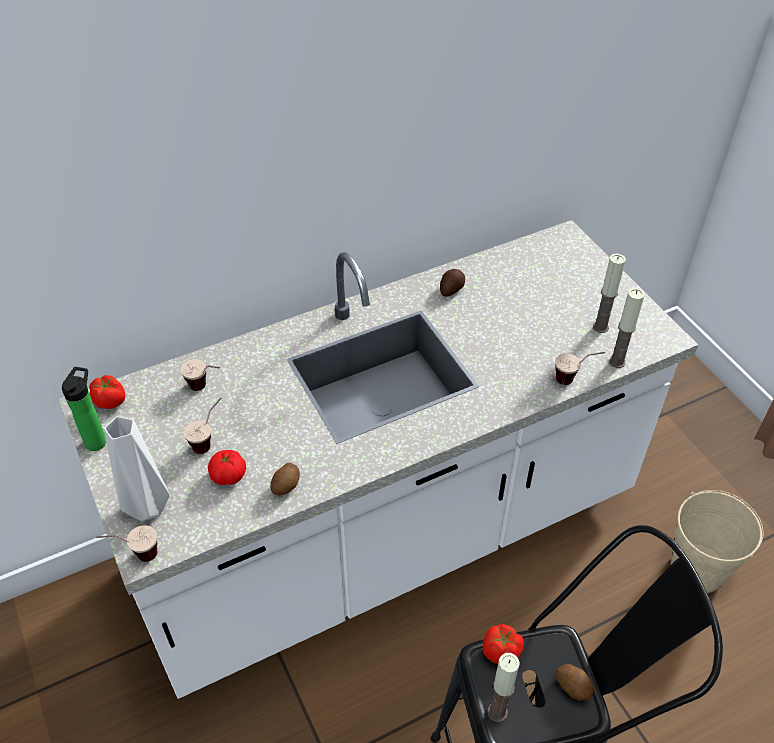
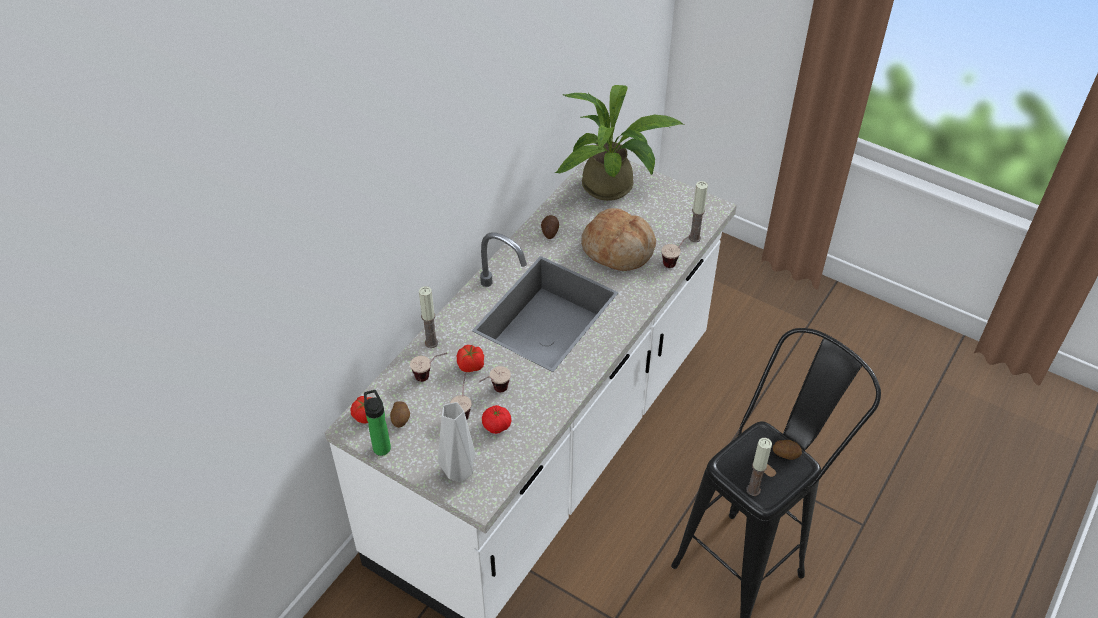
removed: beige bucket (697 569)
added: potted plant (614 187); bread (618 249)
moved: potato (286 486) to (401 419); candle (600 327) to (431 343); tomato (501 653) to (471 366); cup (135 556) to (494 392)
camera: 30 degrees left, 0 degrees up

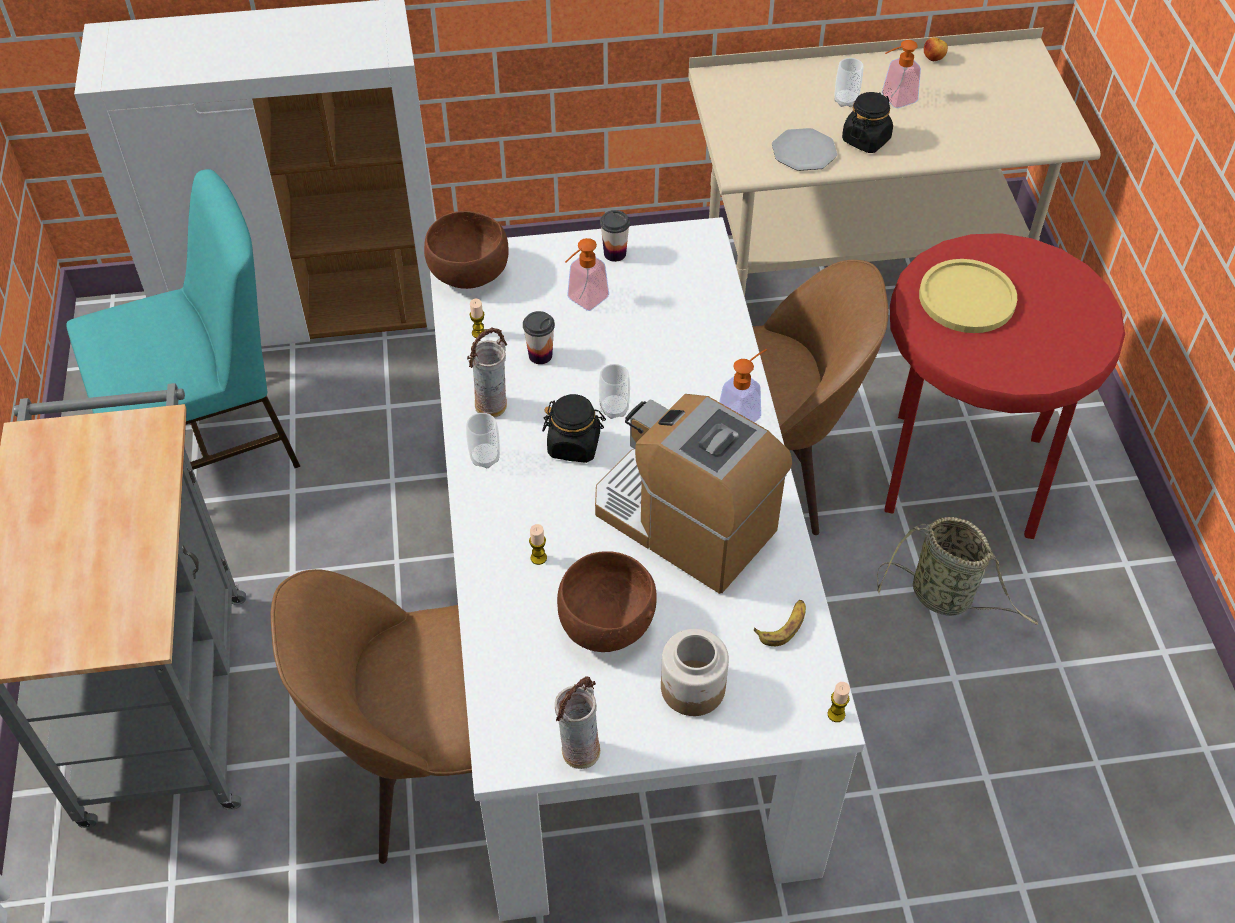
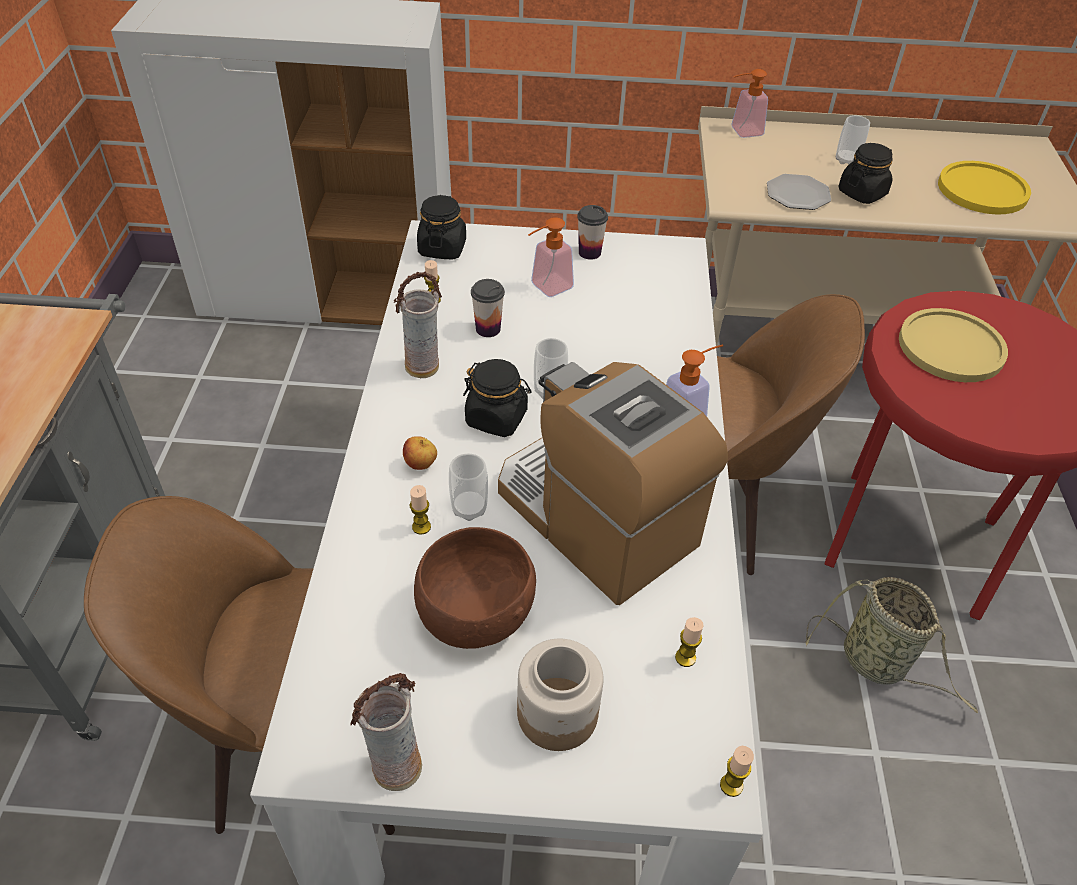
removed: turquoise chair (208 442)
added: yellow plate (982 190)
moved: apple (934 59) to (421 465); cup (485 458) to (469 508); soap dispenser (893 100) to (741 132)
replaced: brown bowl (469 273) to black jar (442 248); banana (783 625) to candle (685 657)
camera: 10 degrees right, 5 degrees down

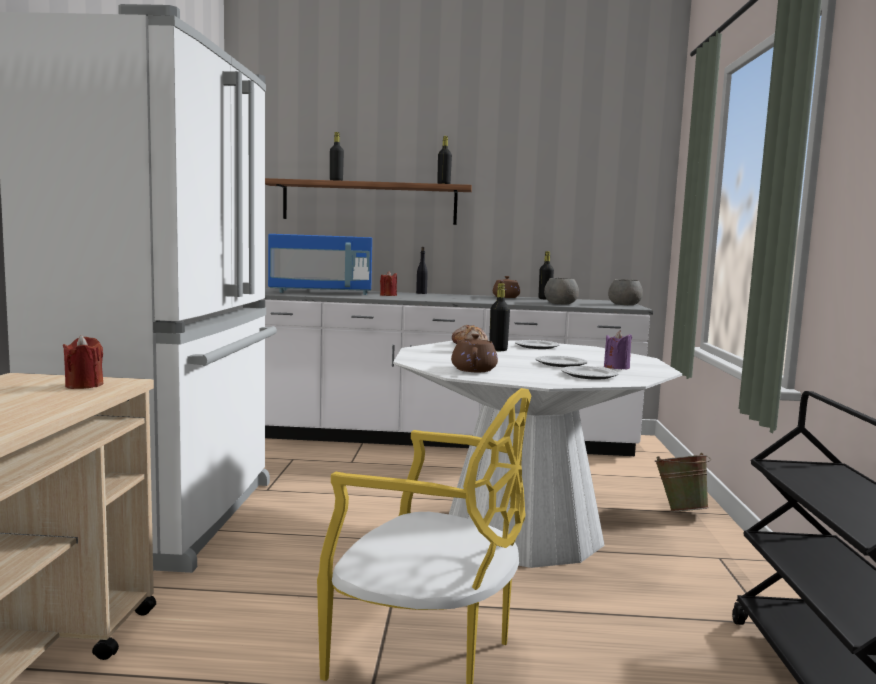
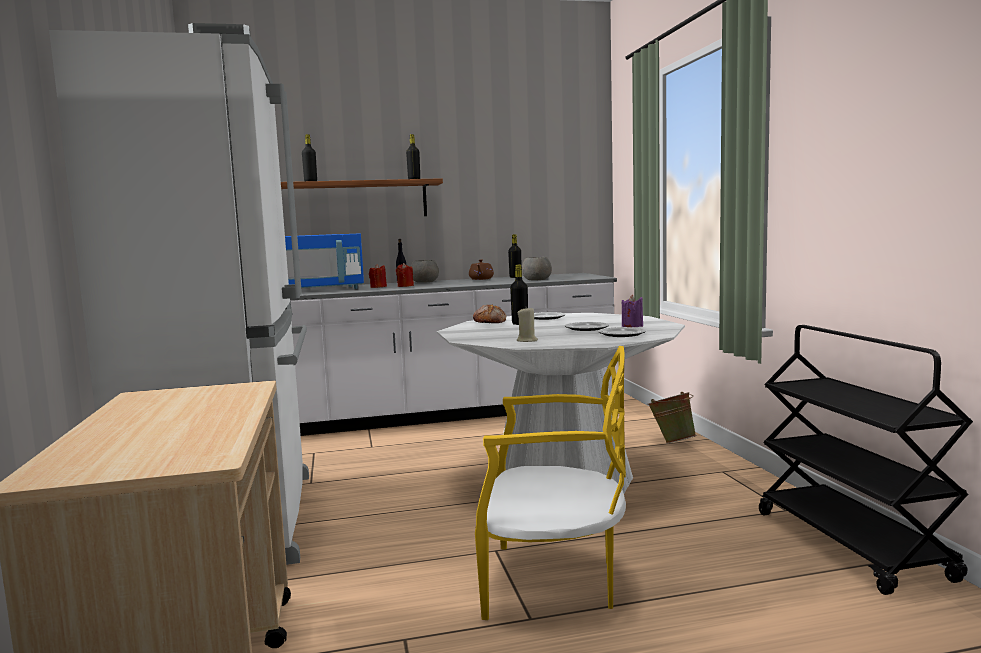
moved: red candle (84 385) to (405 286); grey bowl (624 304) to (425 282)
replaced: brown teapot (474 369) to beige candle (527 340)
camera: 15 degrees left, 0 degrees up

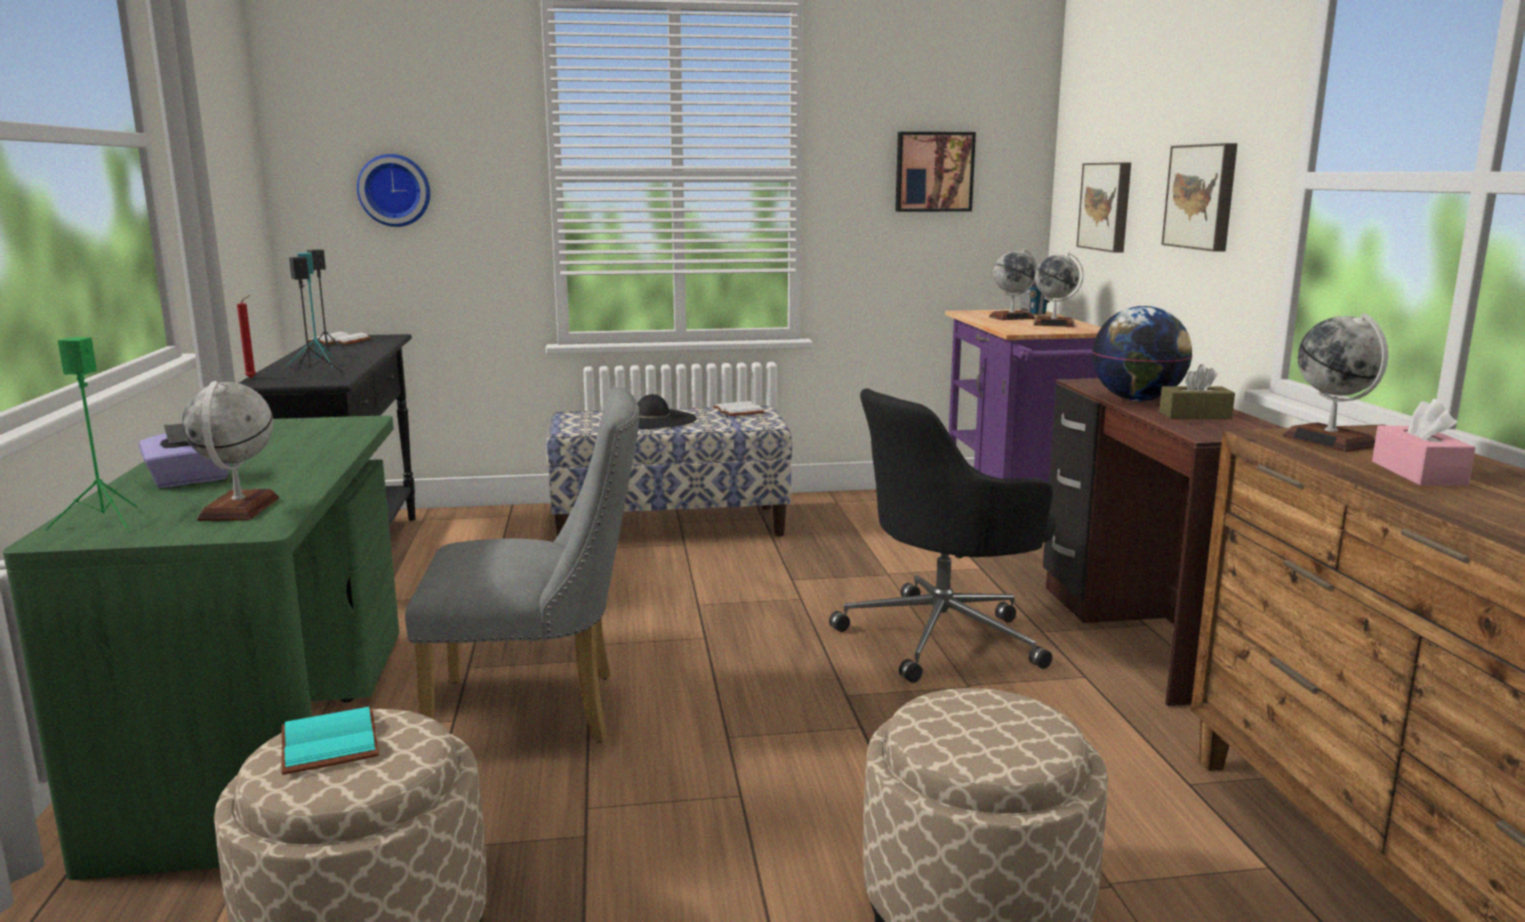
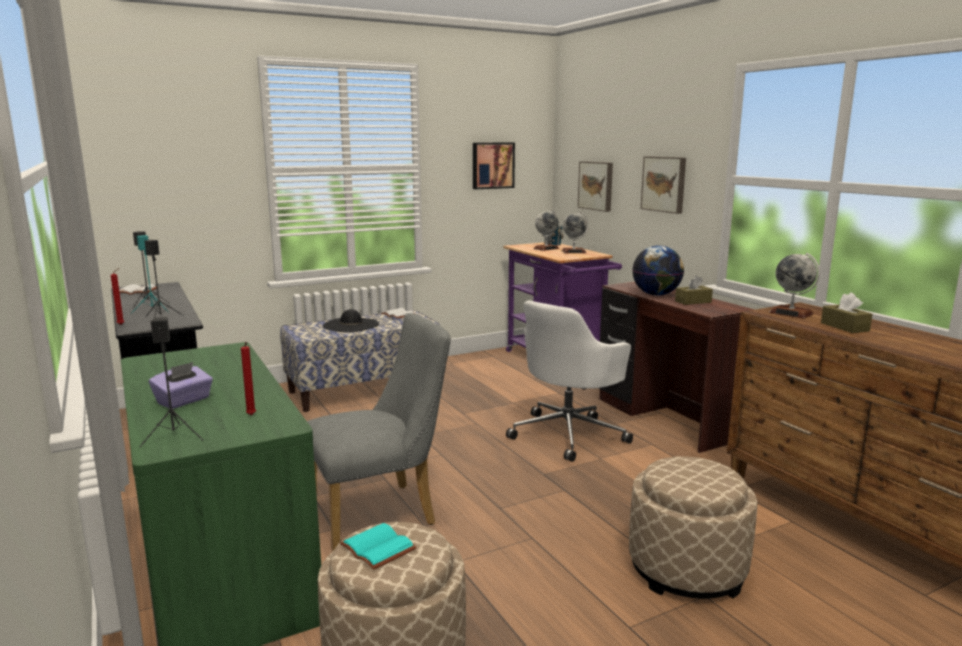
removed: wall clock (395 190)
replaced: globe (239 509) to red candle (251 416)
recoloured: green speaker (106 522) to black speaker (175 436); black office chair (944 637) to white office chair (569 434); pink tissue box (1418 473) to brown tissue box (844 327)
camera: 20 degrees left, 0 degrees up

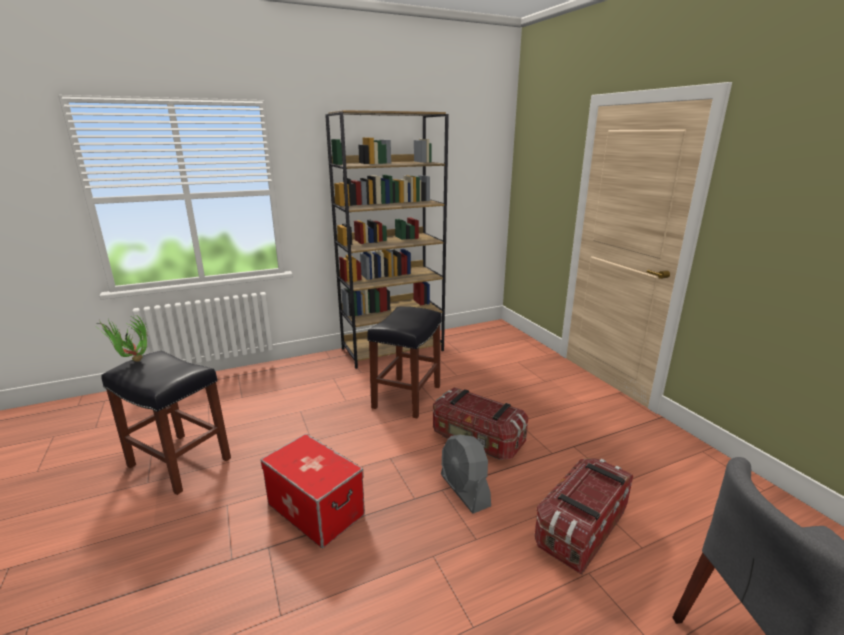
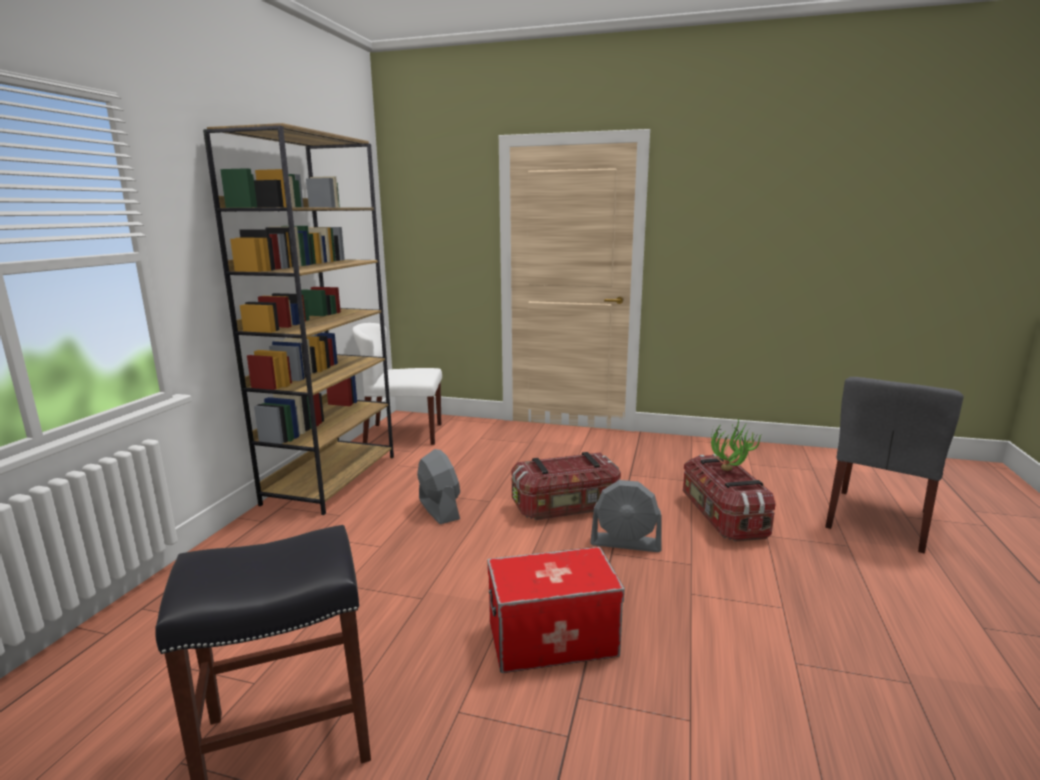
added: white chair (403 434)
moved: potted plant (133 363) to (731 473)
replaced: black stool (407 396) to grey fan (438 509)
camera: 50 degrees left, 5 degrees down

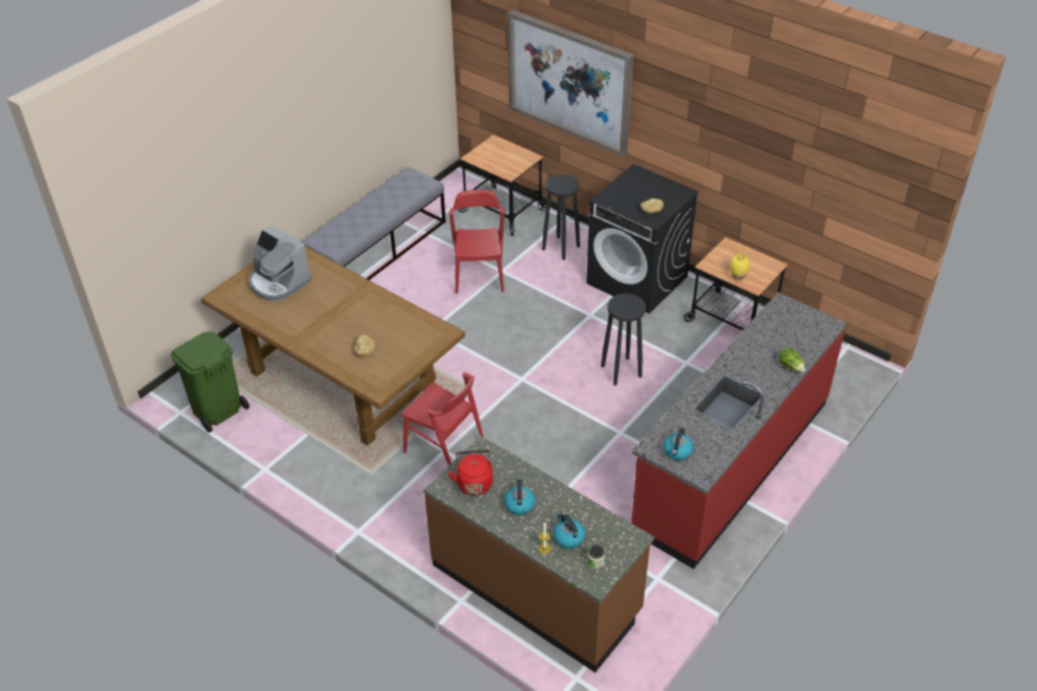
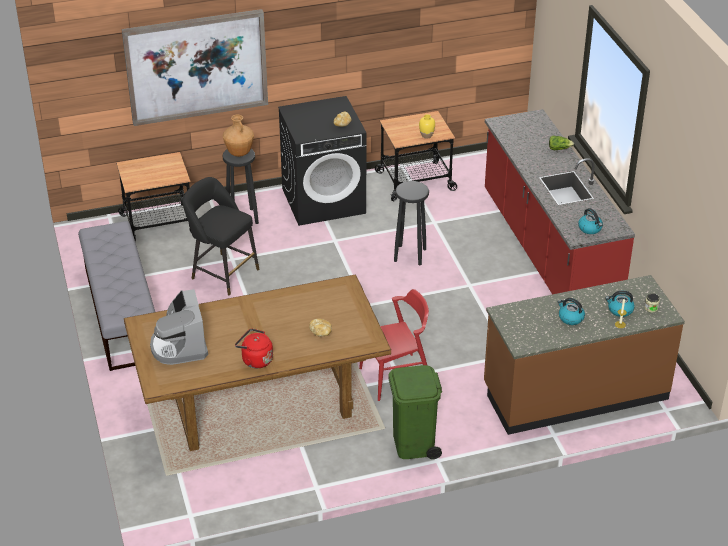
added: brown vase (239 153)
moved: red kettle (474 482) to (255 360); green trash can (217 411) to (414 444)
replaced: red chair (479 275) to black stool (222 272)
turned: coffee machine (278 282) = (179 346) 90 degrees clockwise
camera: 55 degrees left, 5 degrees down

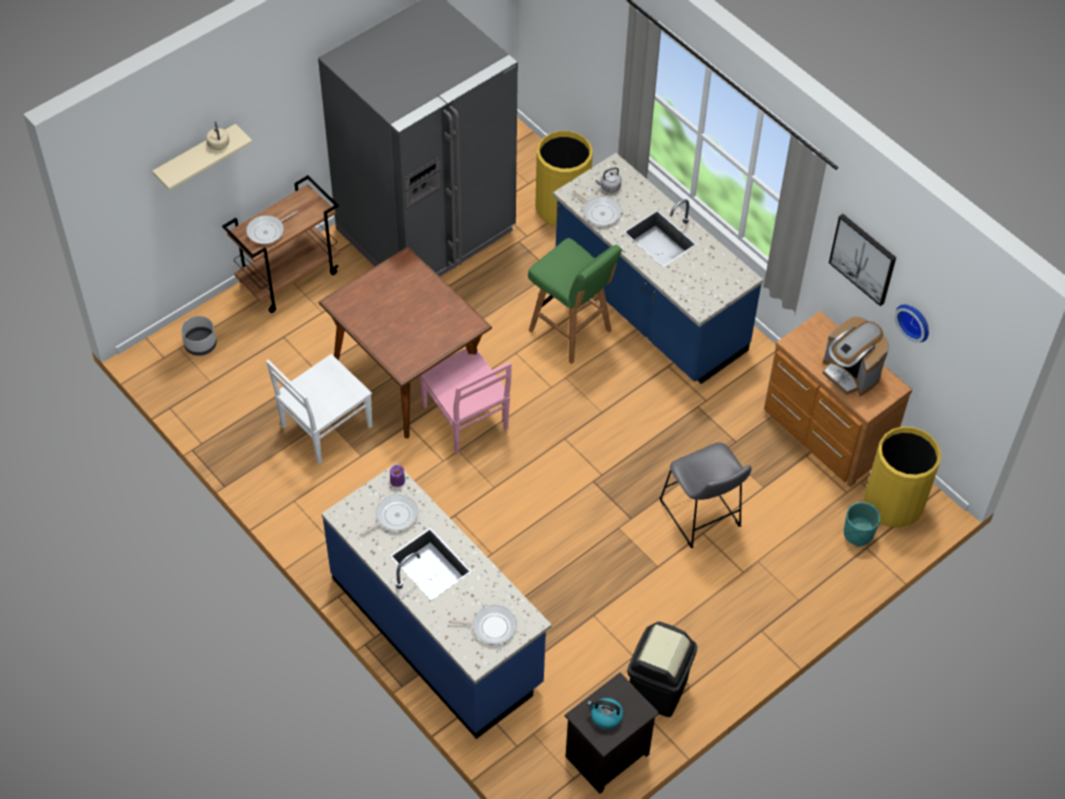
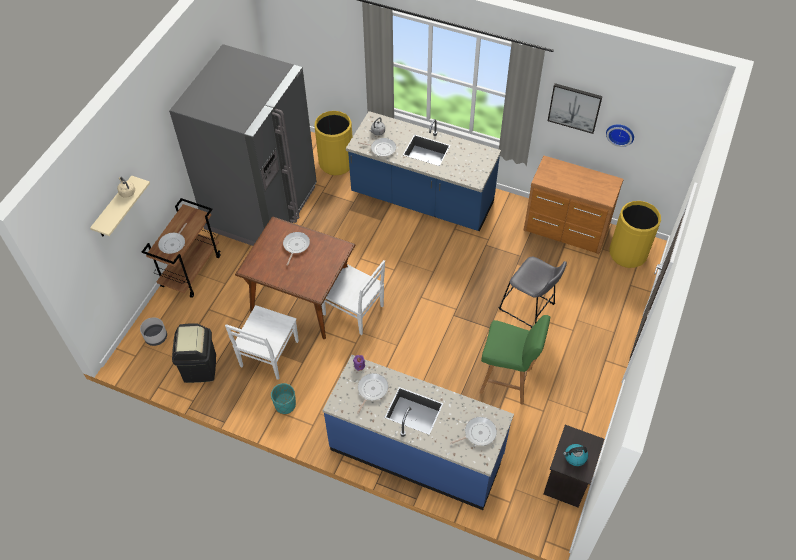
removed: coffee machine (850 373)
added: frying pan (295 246)
moved: black trash can (657 688) to (199 367); turquoise planter (857 534) to (285 405); green stool (571 332) to (507 381)
recoloured: pink chair (466 419) to white chair (354 311)
camera: 25 degrees left, 0 degrees up

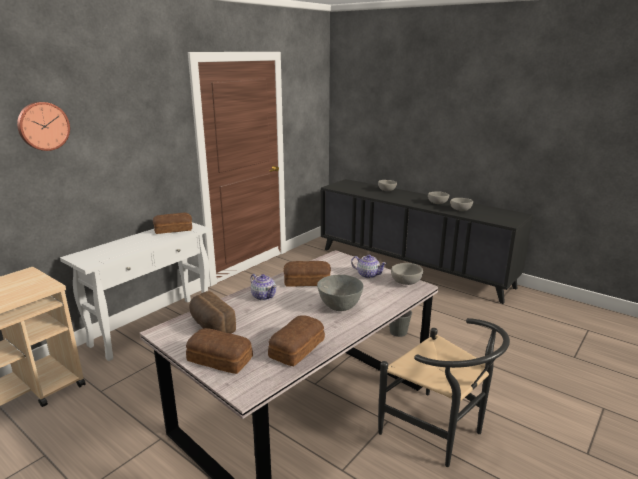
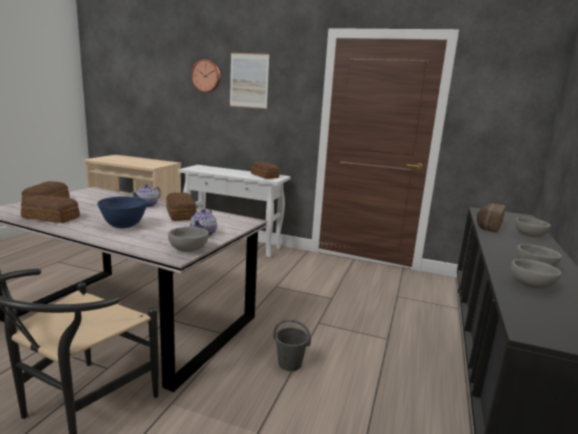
added: picture (249 80)
moved: bread (210 326) to (487 226)
recoloured: grey bowl (340 307) to blue bowl (124 226)
camera: 70 degrees right, 5 degrees down

